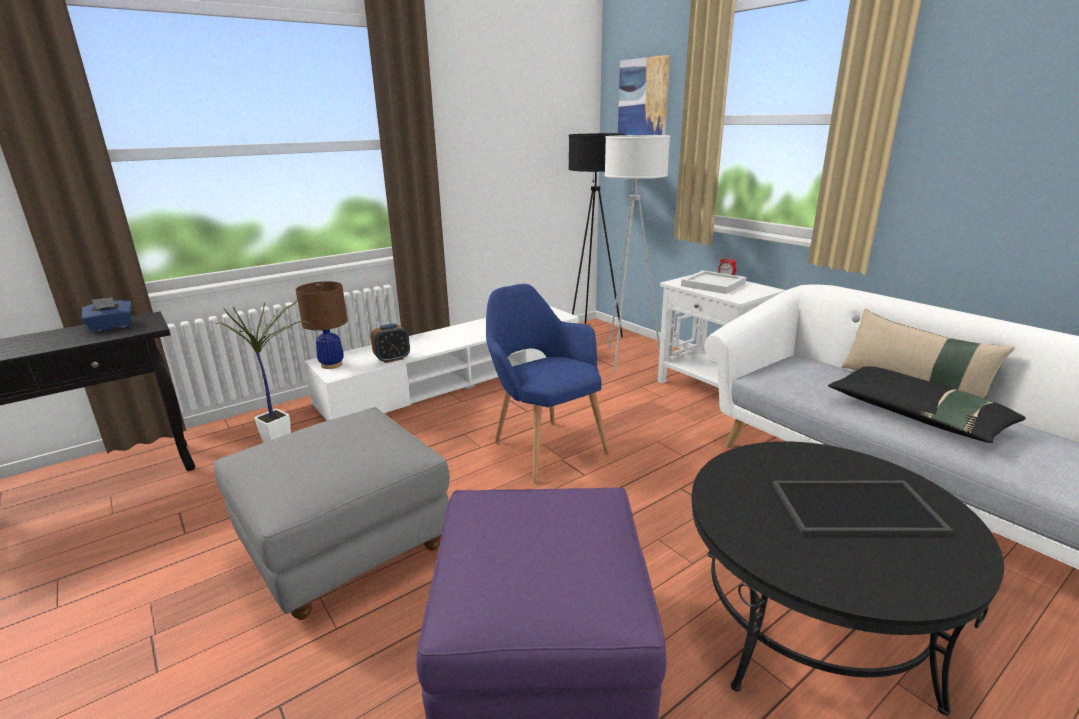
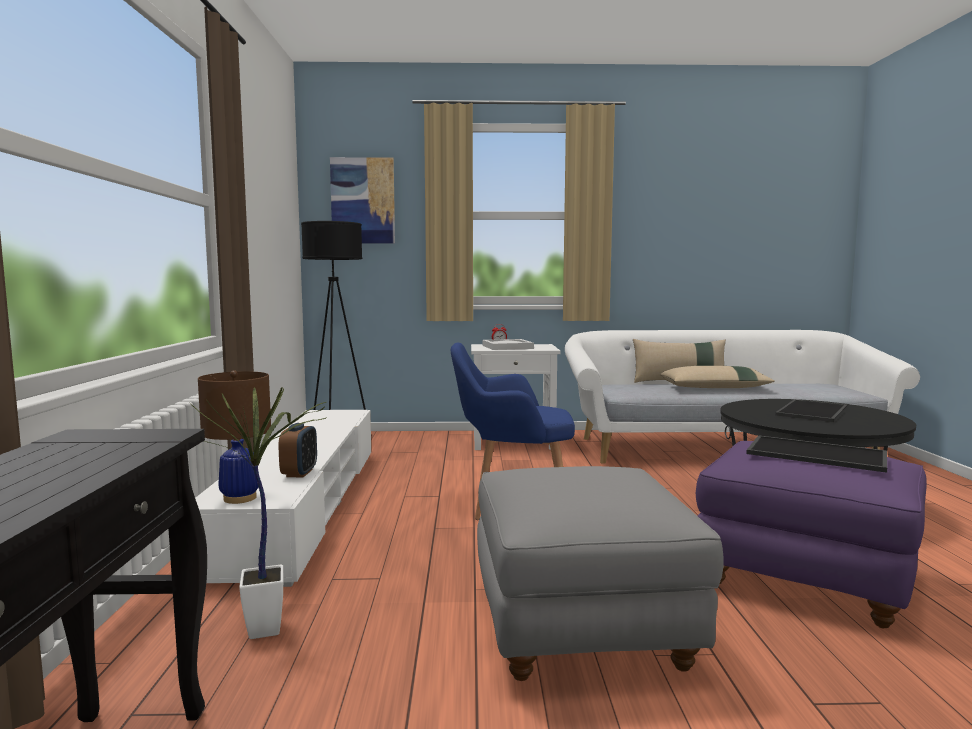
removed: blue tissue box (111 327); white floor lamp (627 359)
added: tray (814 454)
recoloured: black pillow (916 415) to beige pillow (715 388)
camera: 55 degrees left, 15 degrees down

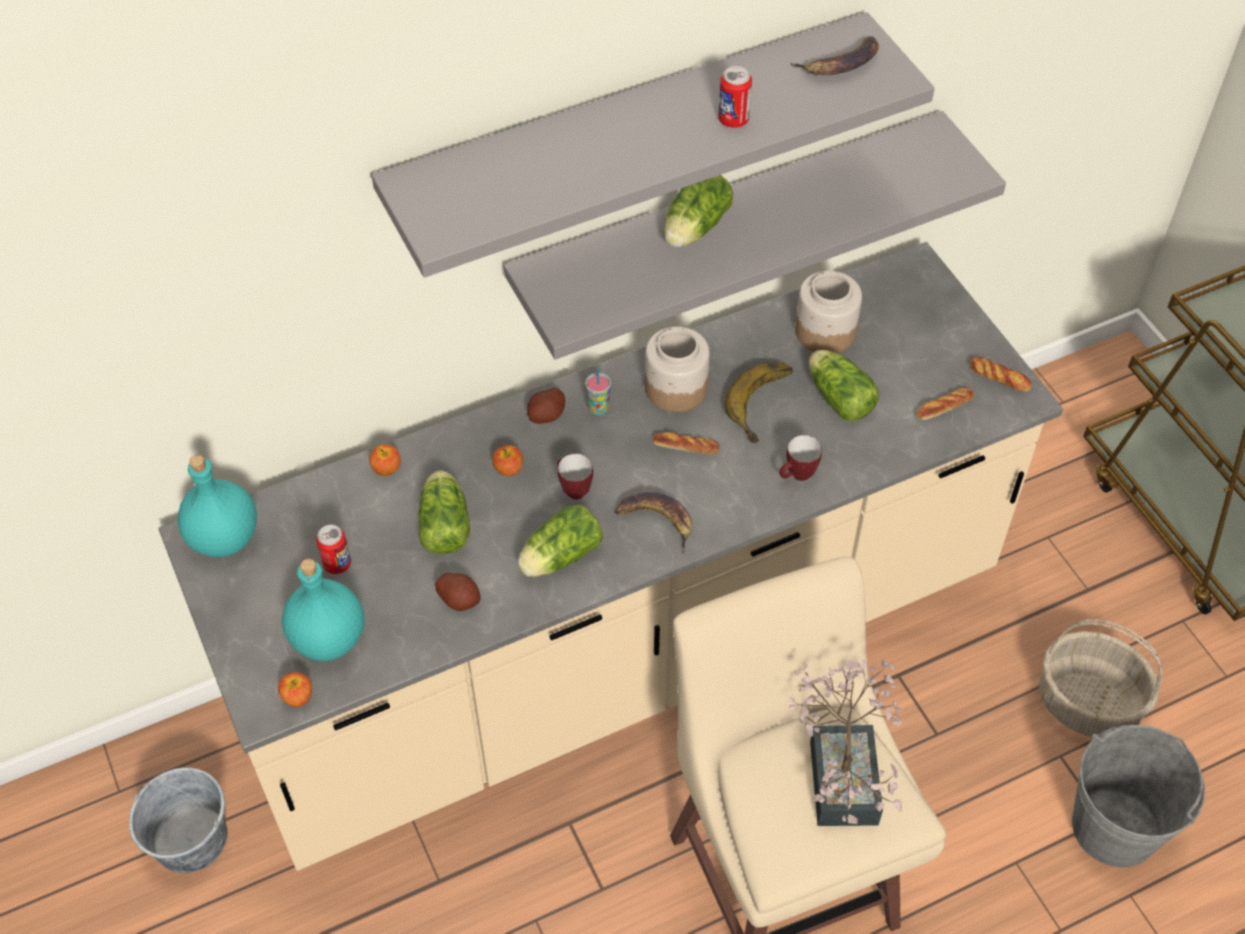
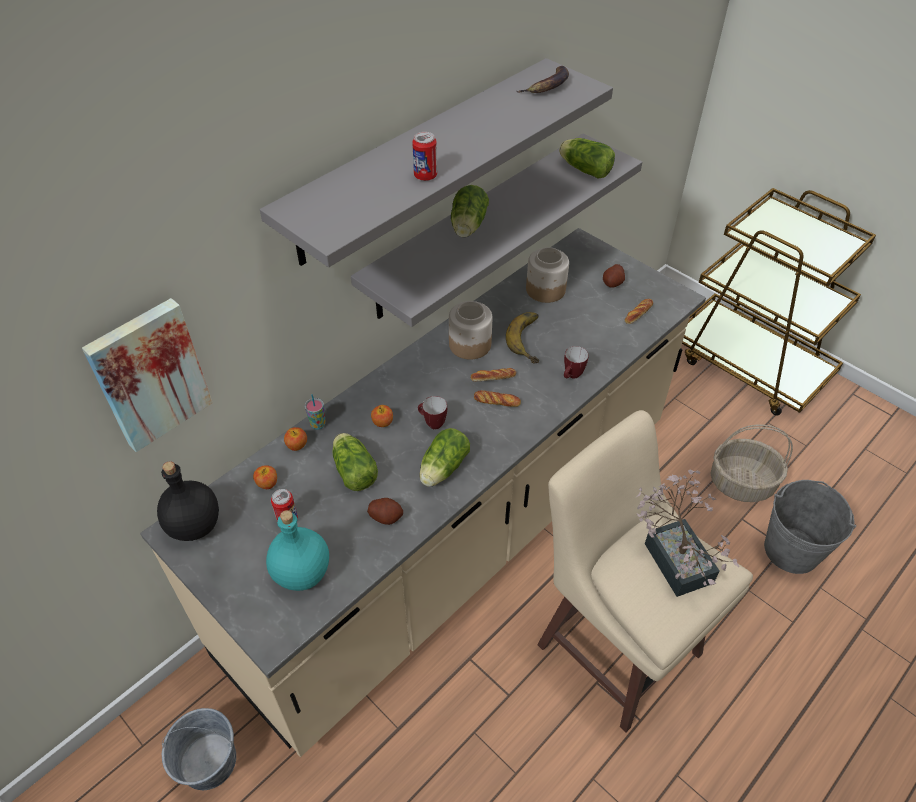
removed: banana (657 521)
added: picture (149 374)
moved: apple (298 697) to (267 483); cup (598 408) to (318 424); can (733 120) to (425 176); bread (999 377) to (497 401); lettuce (838 396) to (584 169); potato (546 415) to (613 283)
recoloured: turquoise bottle (223 539) to black bottle (194 526)
camera: 20 degrees left, 5 degrees down

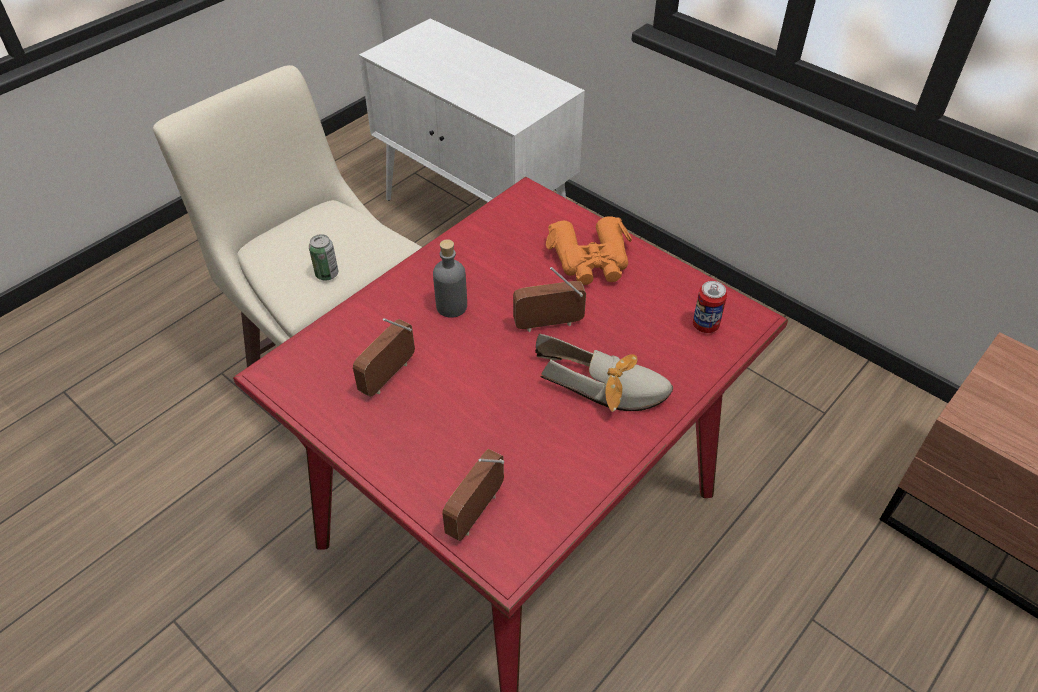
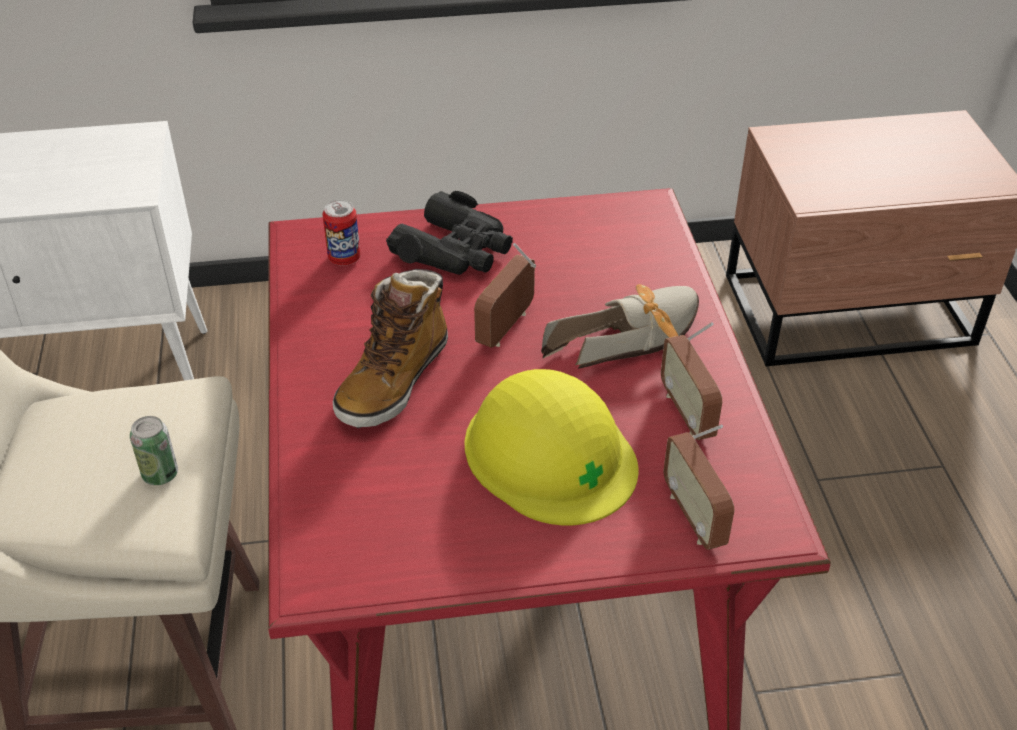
added: yellow hard hat (549 453)
moved: can (705 325) to (344 258); radio (388 376) to (687 413)
replaced: grey bottle (451 306) to boot (394 380)
recoloured: orange binoculars (591 260) to black binoculars (455 250)
camera: 50 degrees left, 5 degrees down

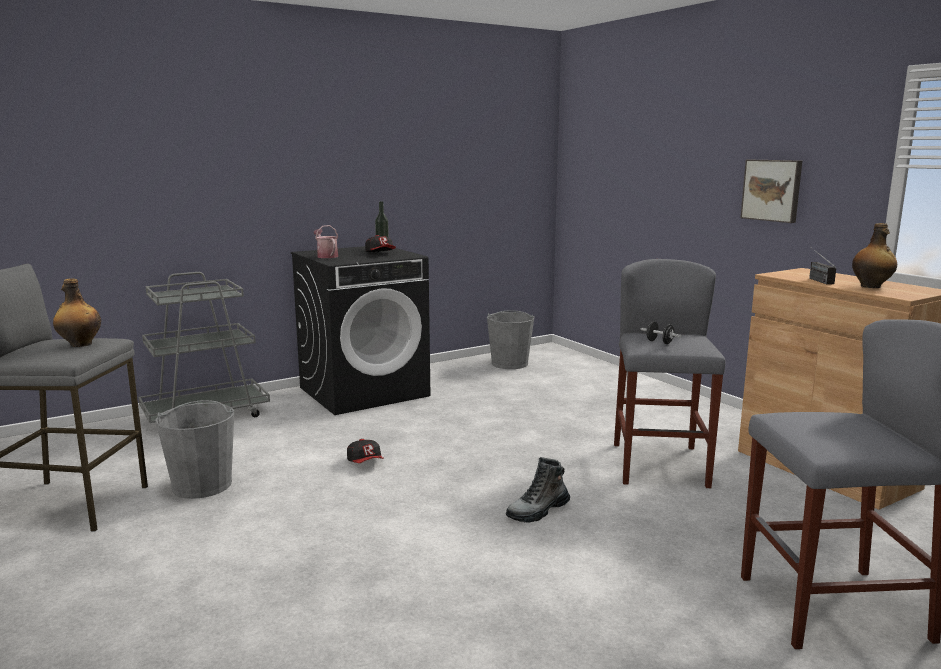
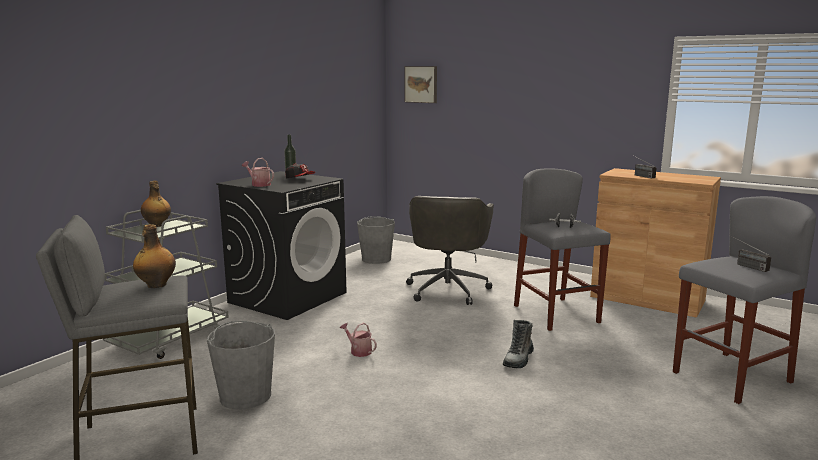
added: grey office chair (448 289); radio (744 265)
moved: bottle (871 286) to (157 225); picture (772 190) to (421 84)
replaced: cap (365 462) to watering can (359 351)
camera: 25 degrees left, 0 degrees up

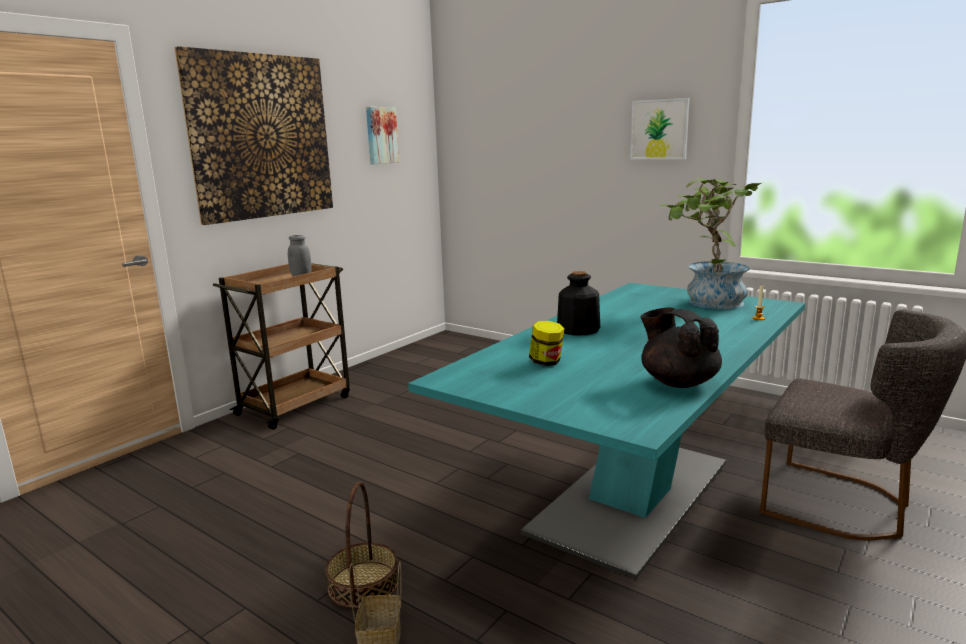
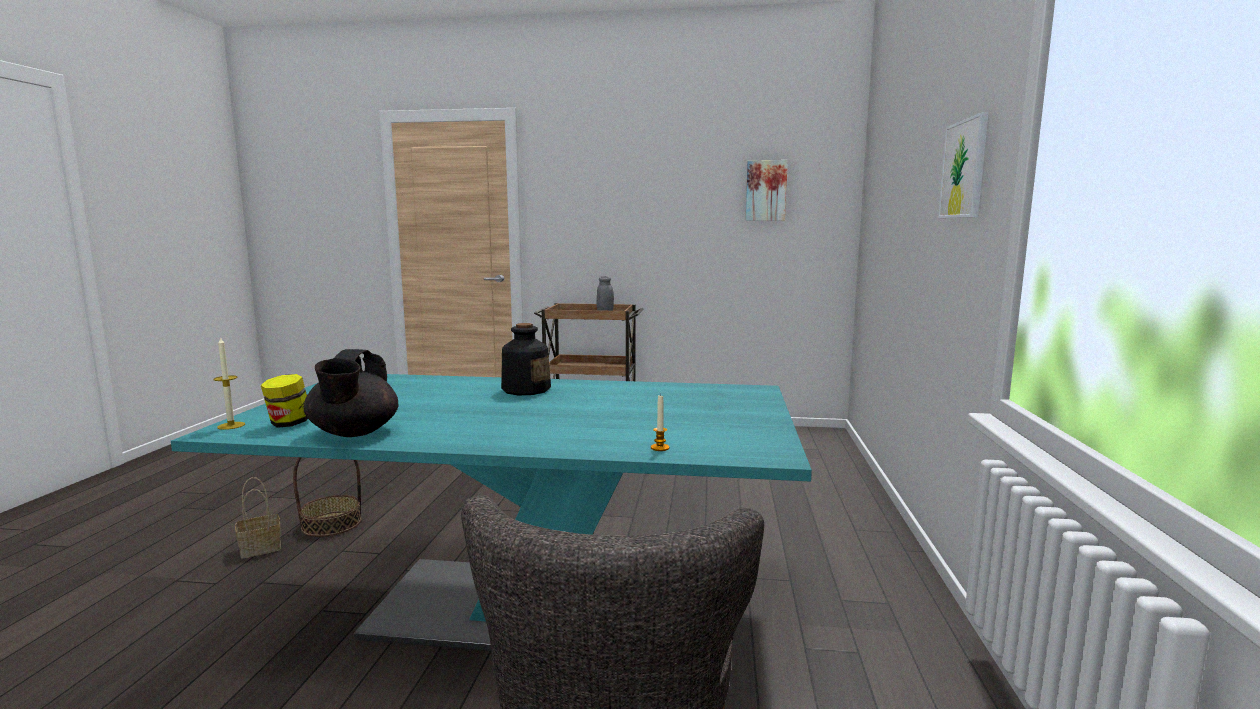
removed: picture (261 137); potted plant (707 302)
added: candle (231 425)
moved: jar (546 362) to (289 424)
turned: black teapot (678 382) = (353 433) 150 degrees clockwise
camera: 60 degrees right, 5 degrees down

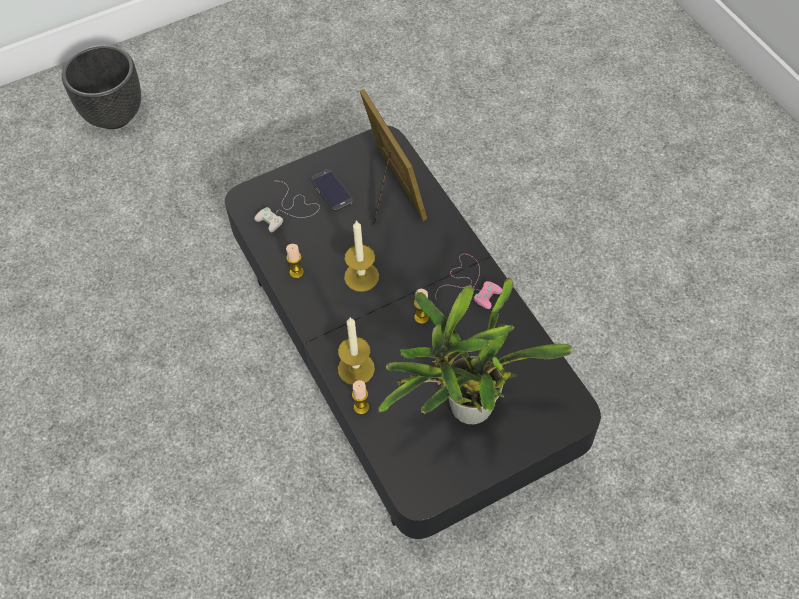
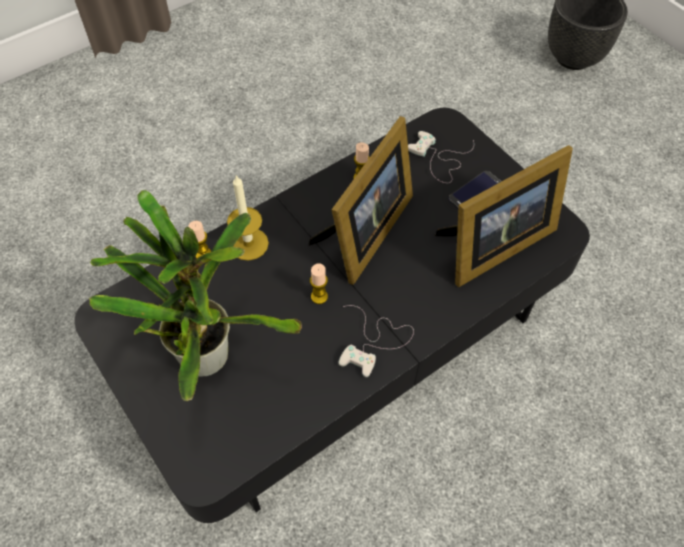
replaced: candle (361 276) to picture frame (365 234)
recoloured: pink game controller (470 283) to white game controller (374 342)
camera: 80 degrees right, 0 degrees up

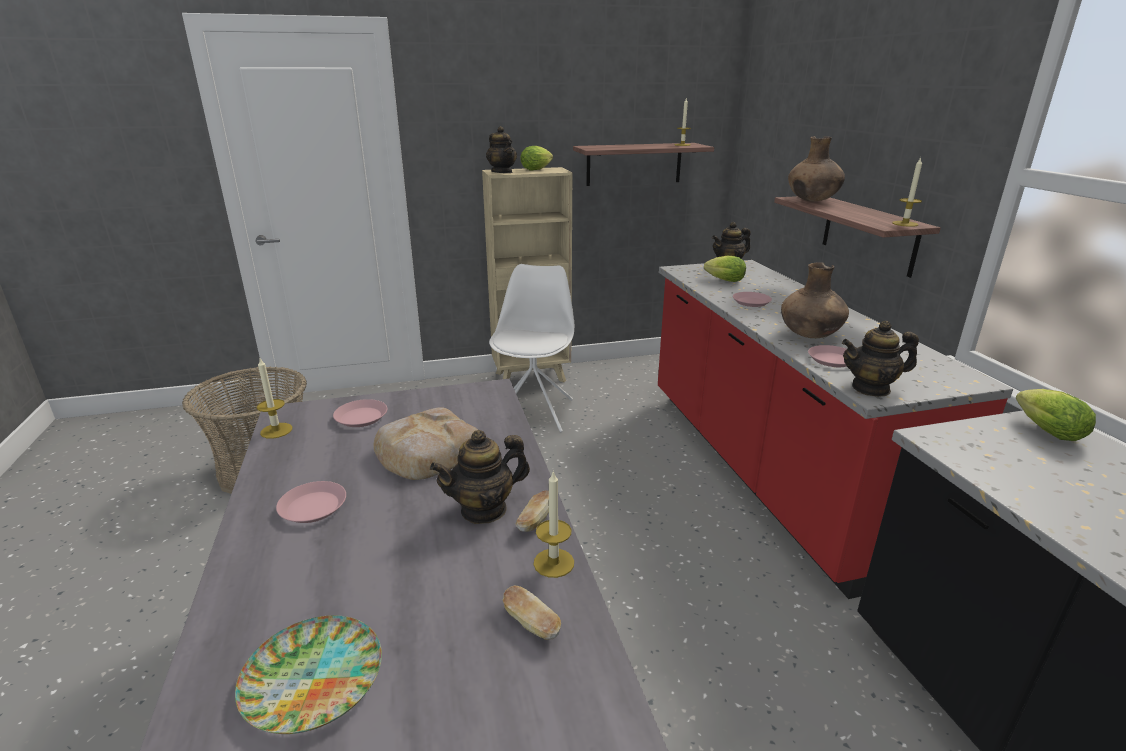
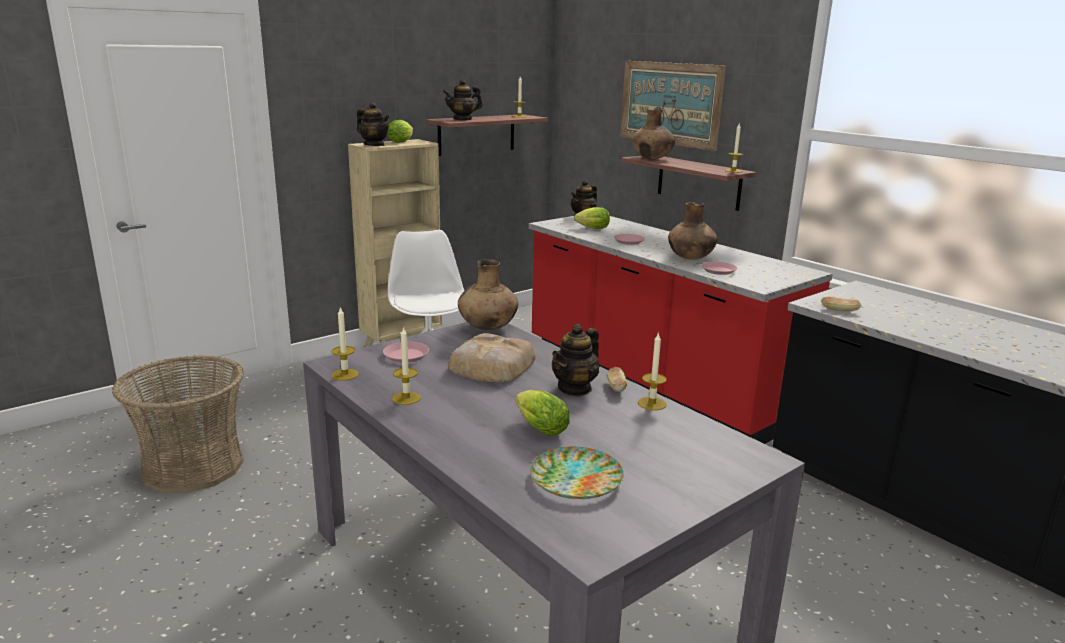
removed: pink plate (313 507)
added: candle (406 398); brown vase (487 327); picture (670 103)
moved: teapot (871 388) to (463 119); lettuce (1044 430) to (538 428); bread (531 624) to (839 310)
camera: 25 degrees left, 5 degrees down

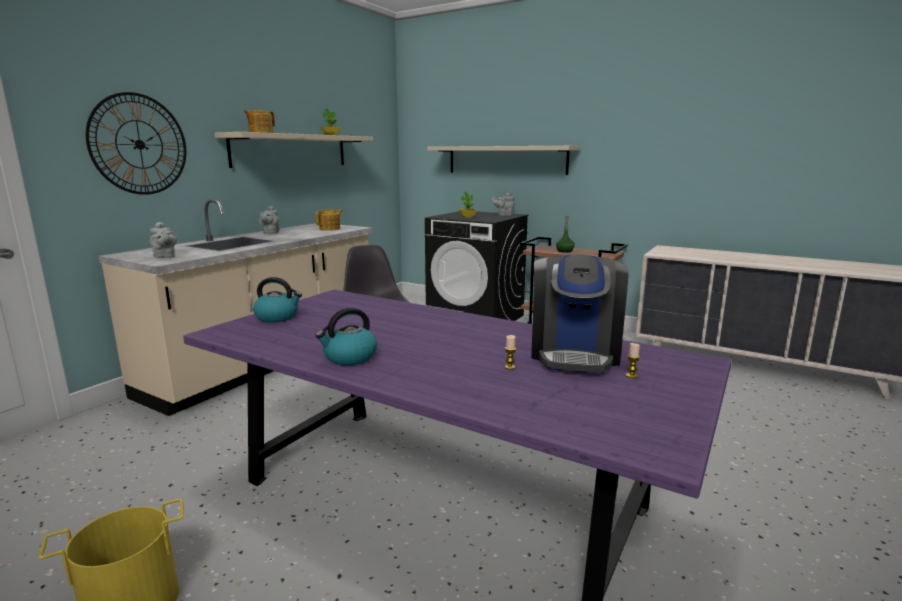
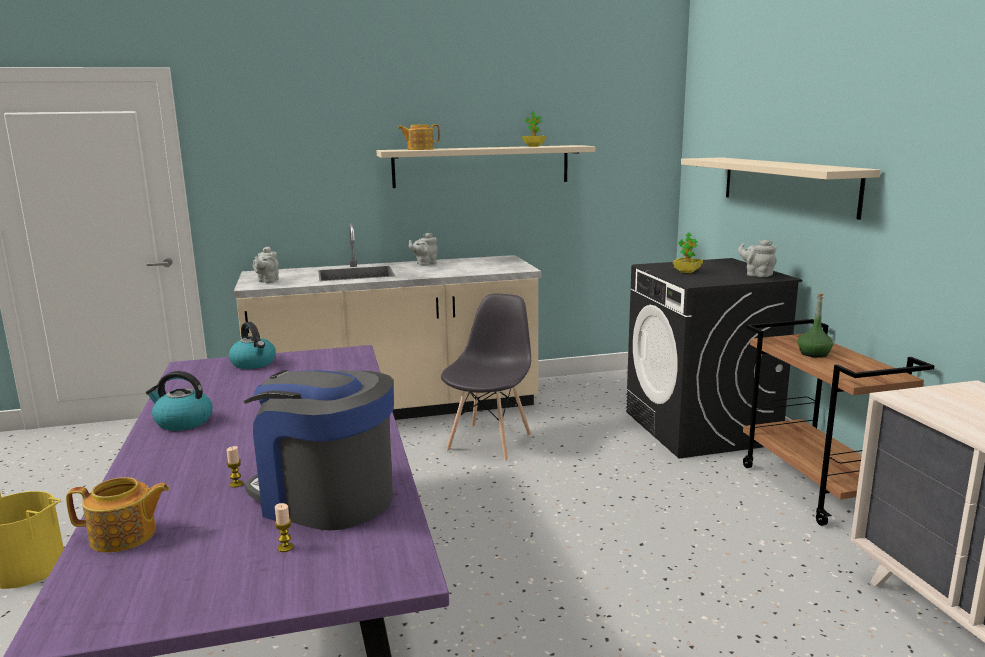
removed: wall clock (139 144)
moved: teapot (330 229) to (124 536)
turned: coffee machine (574 353) = (325 497) 60 degrees clockwise
camera: 45 degrees right, 0 degrees up

